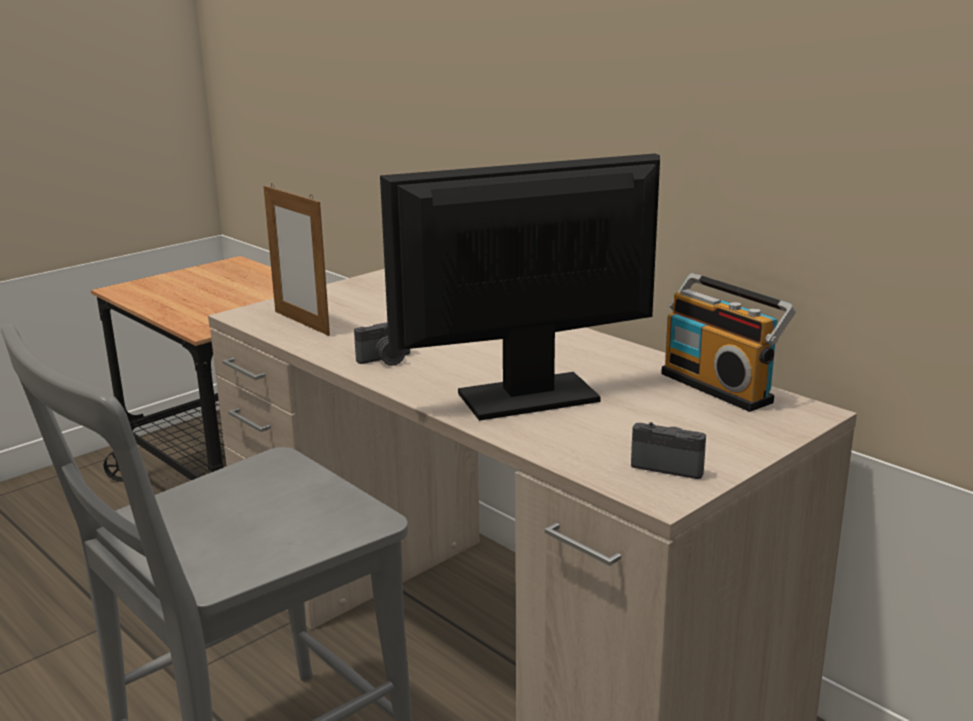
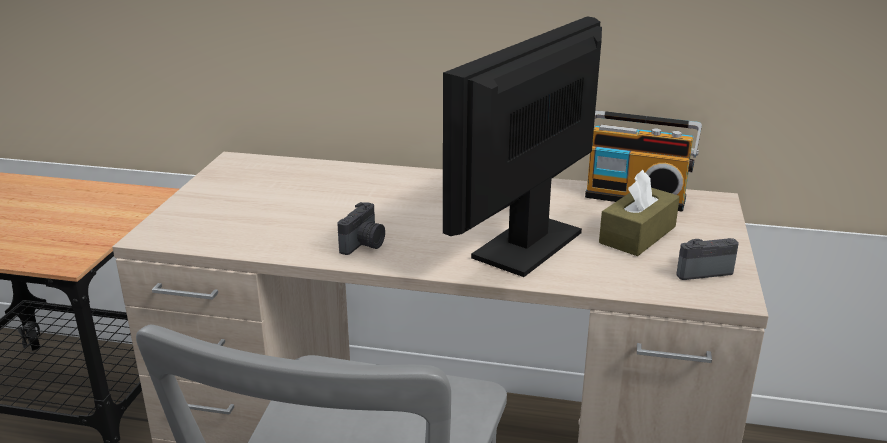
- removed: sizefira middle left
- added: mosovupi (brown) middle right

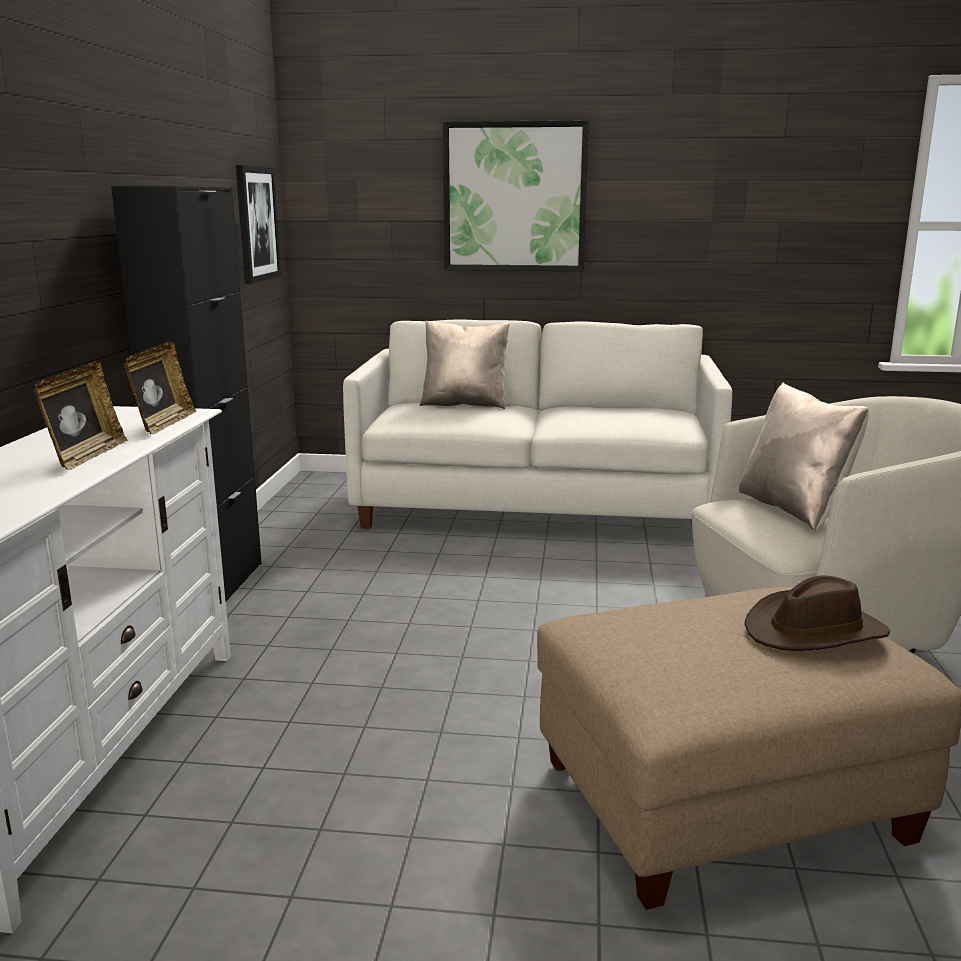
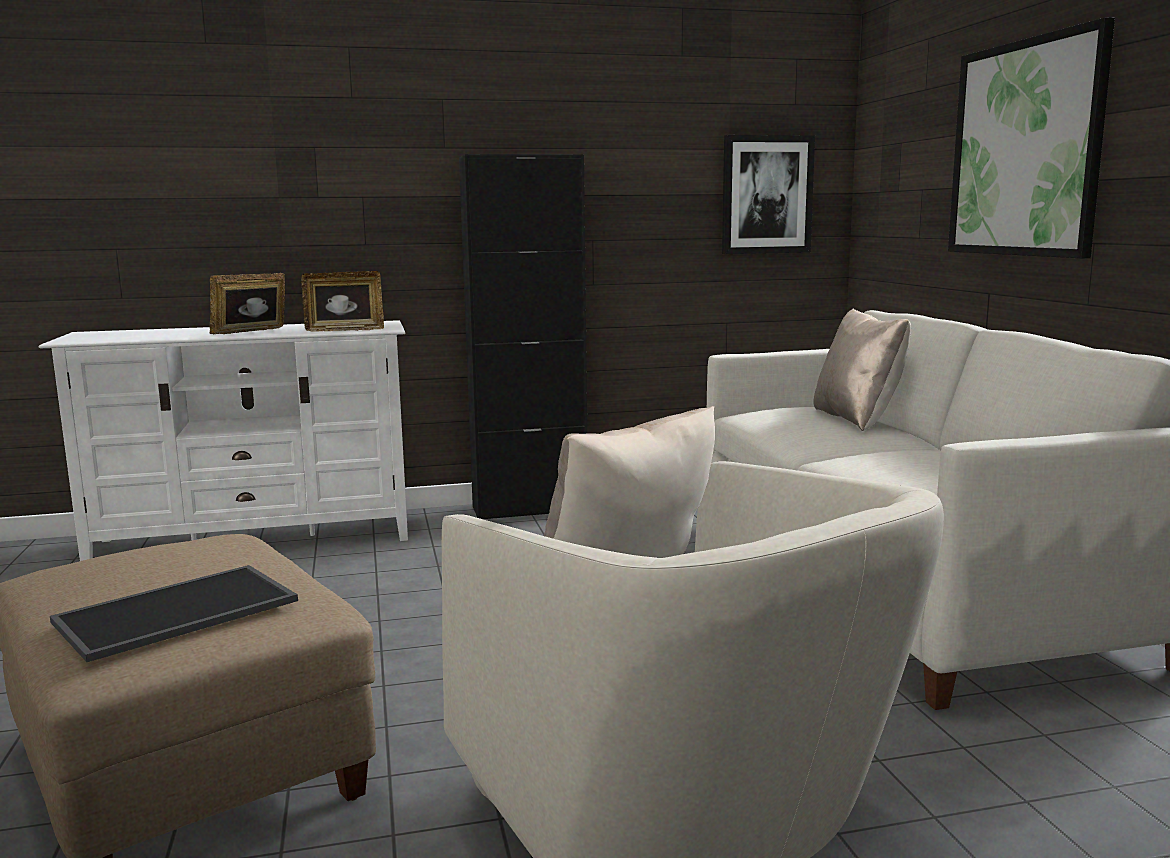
- turned: sizefira (1st from left) middle left = middle left 150 degrees clockwise
- replaced: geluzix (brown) middle right to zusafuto bottom left

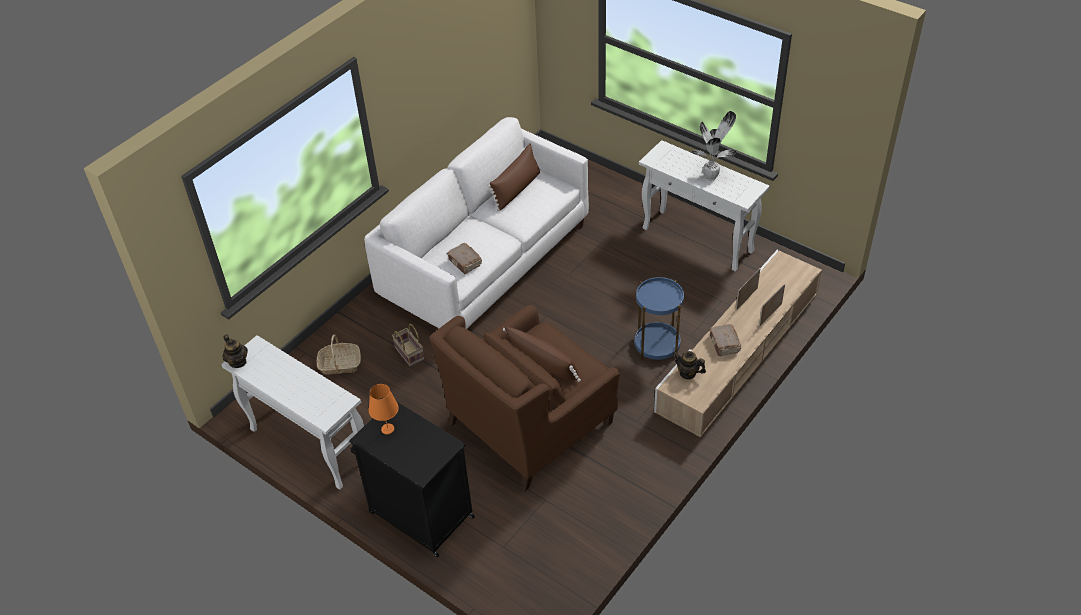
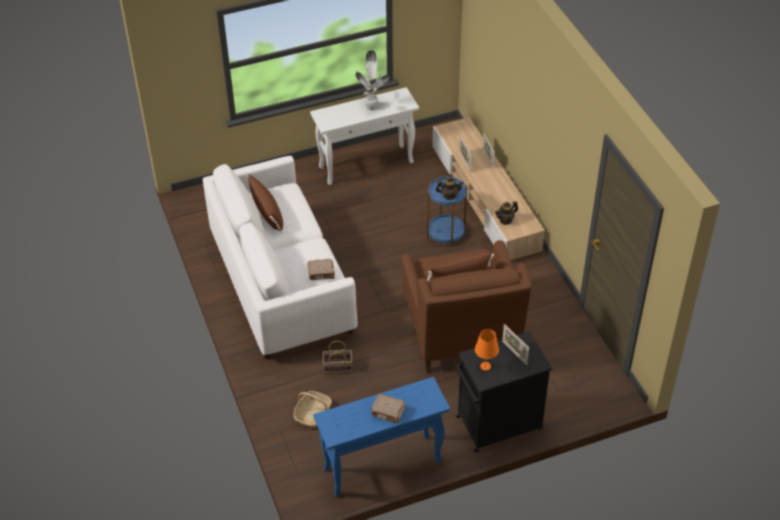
- recoloured: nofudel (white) (1st from left) bottom left to nofudel (blue) bottom centre
- moved: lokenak (1st from left) middle left to centre
- moved: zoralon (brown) (2nd from left) middle right to bottom centre
- added: sizefira (3rd from left) centre

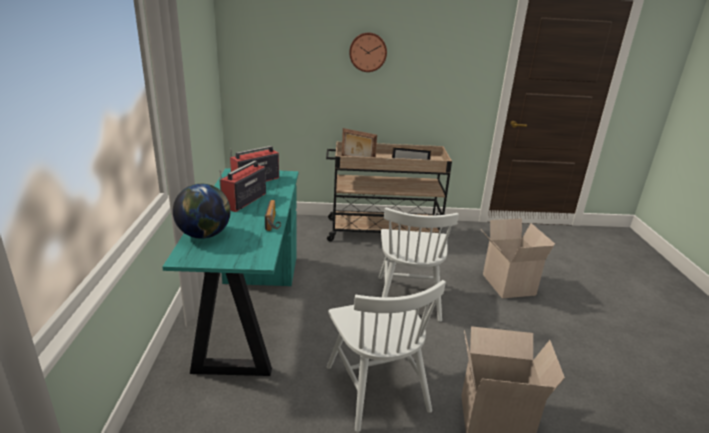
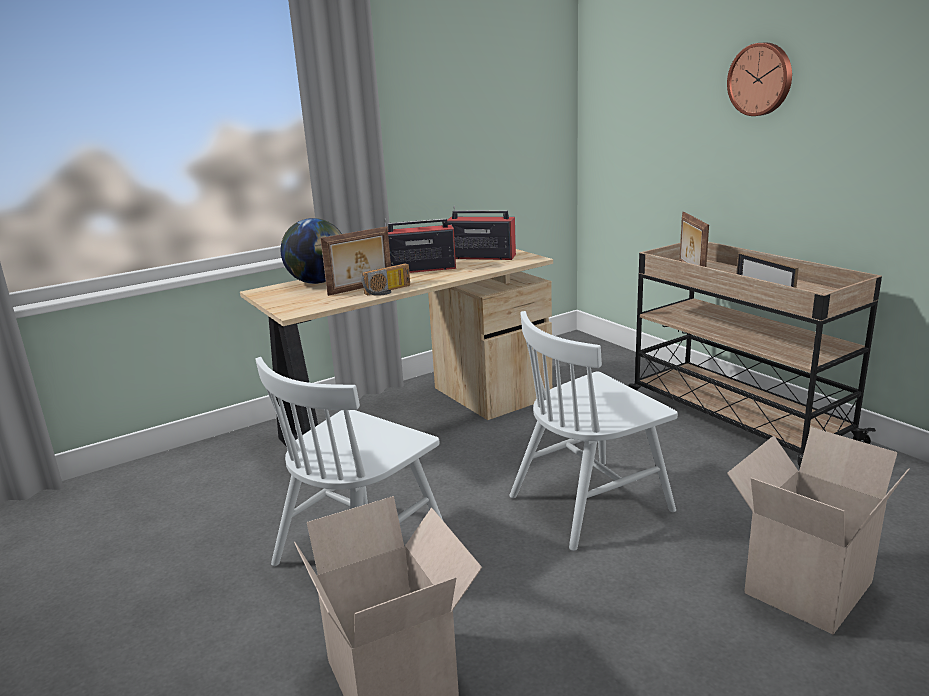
- recoloured: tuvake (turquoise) middle left to tuvake (beige) centre
- added: sizefira (1st from left) centre

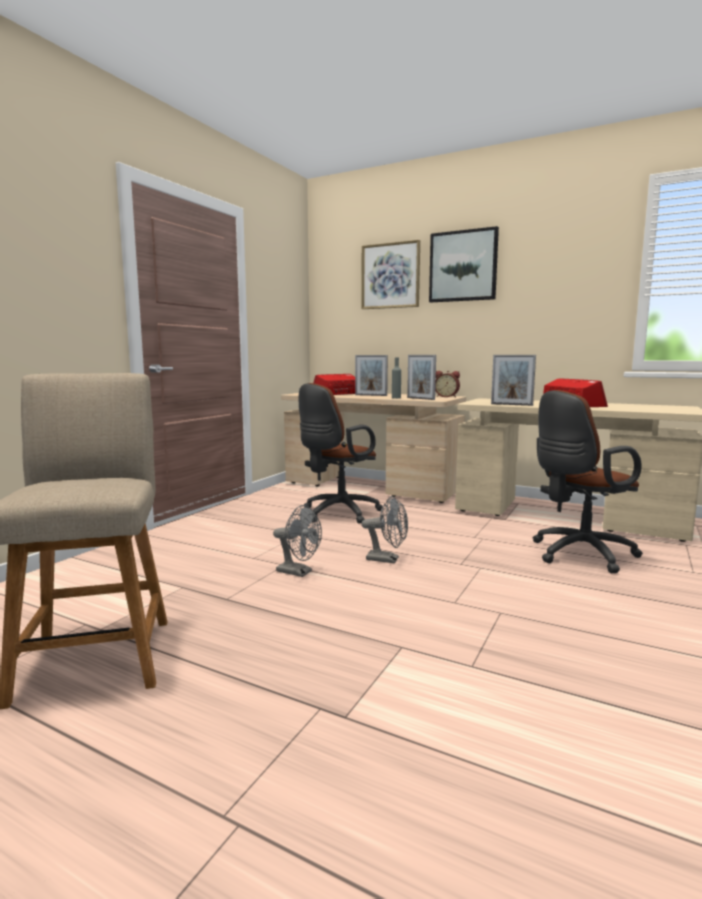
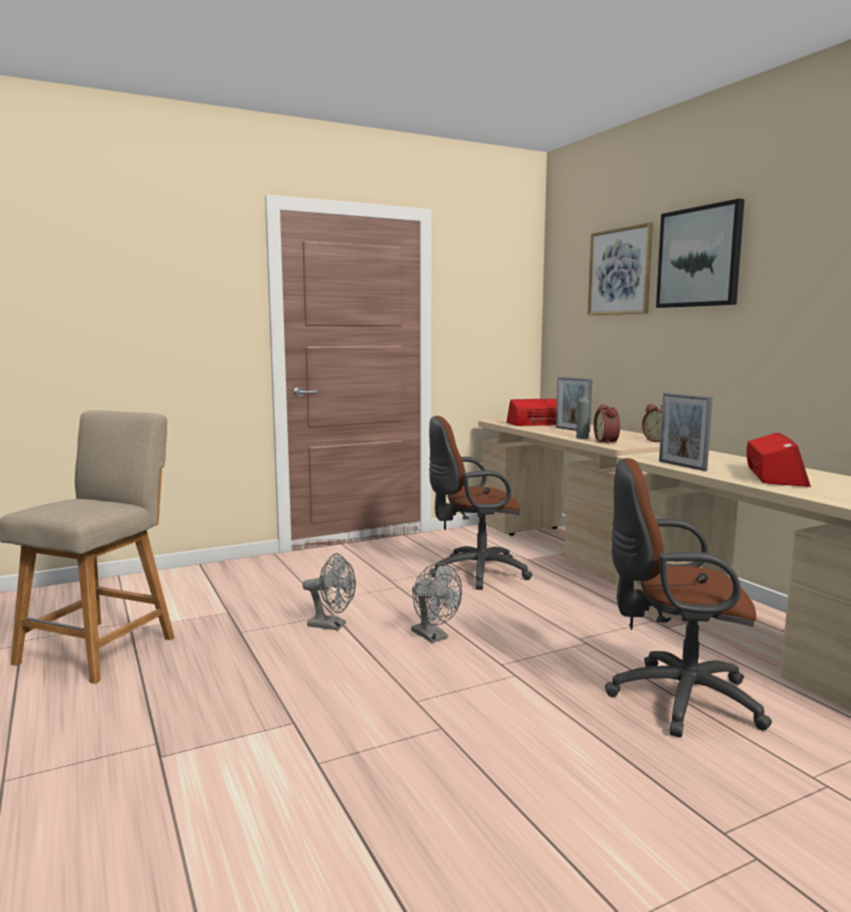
- turned: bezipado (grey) (1st from left) centre = centre 45 degrees counterclockwise
- replaced: sizefira (2nd from left) centre to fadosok (1st from left) middle right

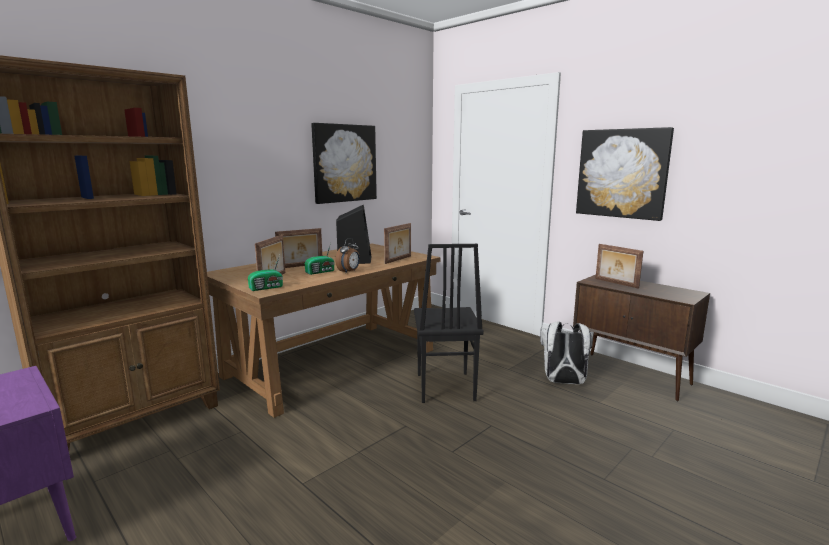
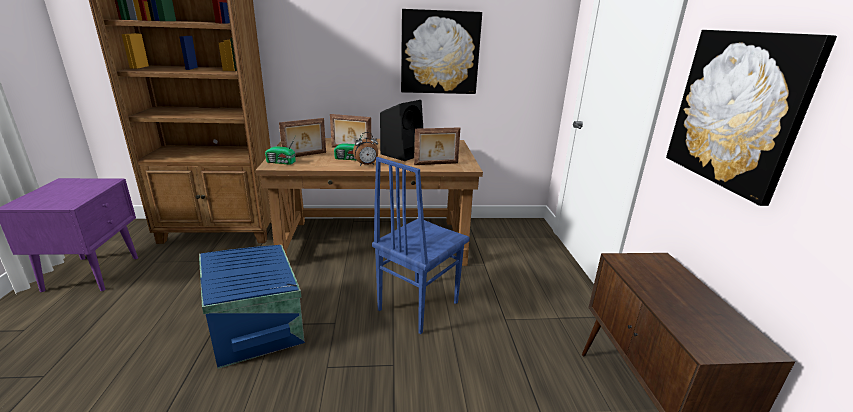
- recoloured: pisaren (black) centre to pisaren (blue) centre
- removed: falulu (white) middle right
- removed: sizefira (4th from left) middle right
- added: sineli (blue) bottom left

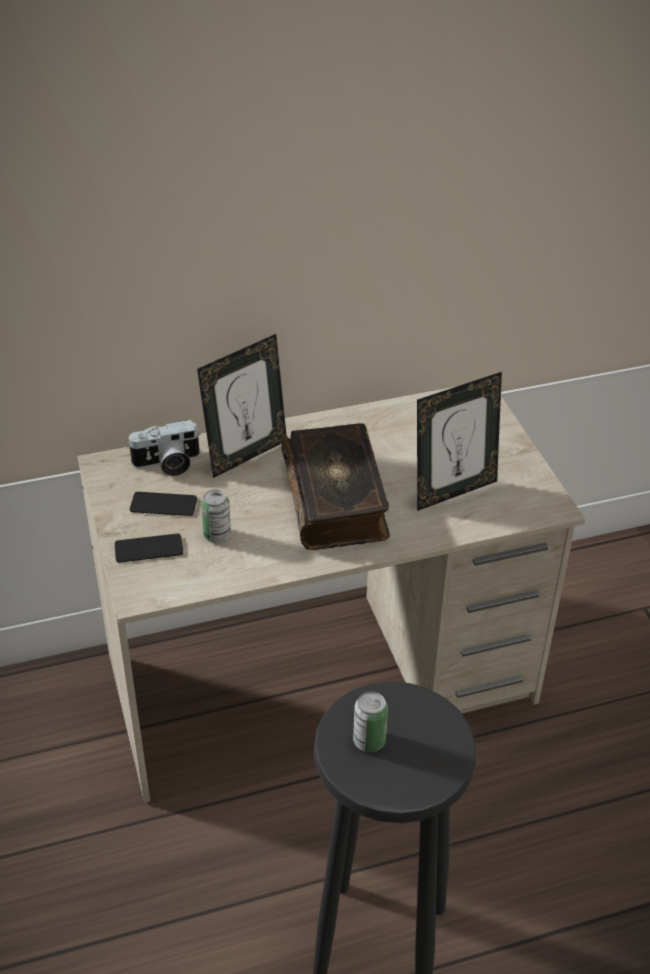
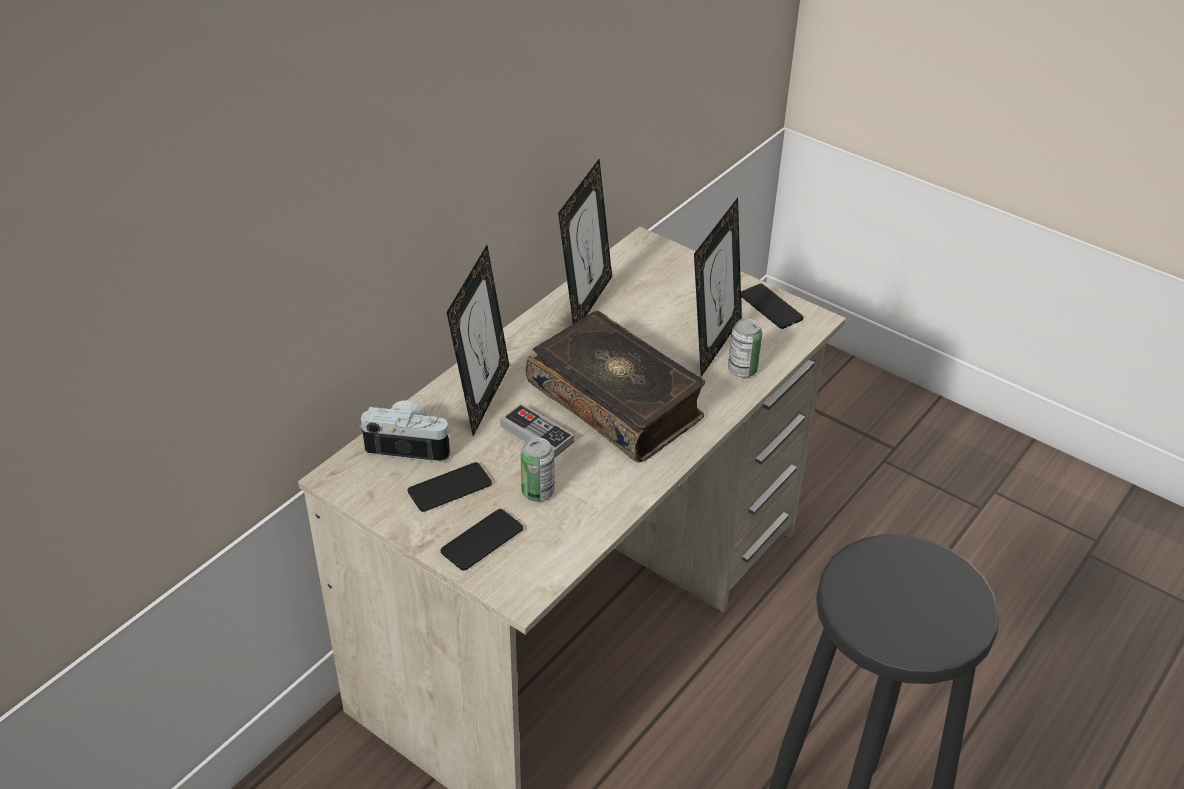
- turned: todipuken middle left = centre 120 degrees counterclockwise
- moved: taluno (2nd from left) bottom centre to centre
- added: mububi centre
- added: sizefira (2nd from left) top centre
- added: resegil (3rd from left) centre

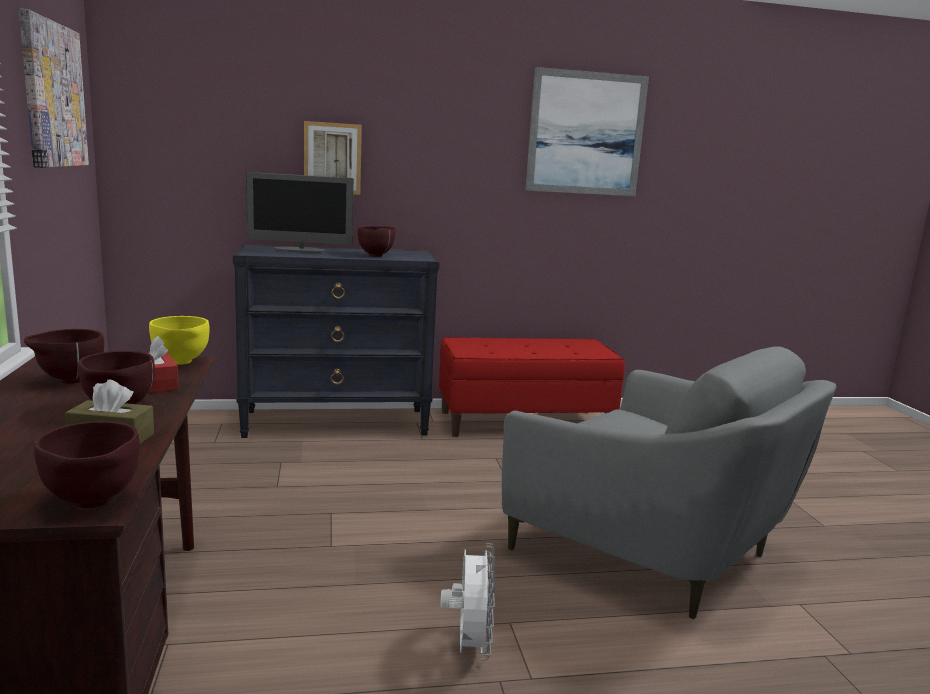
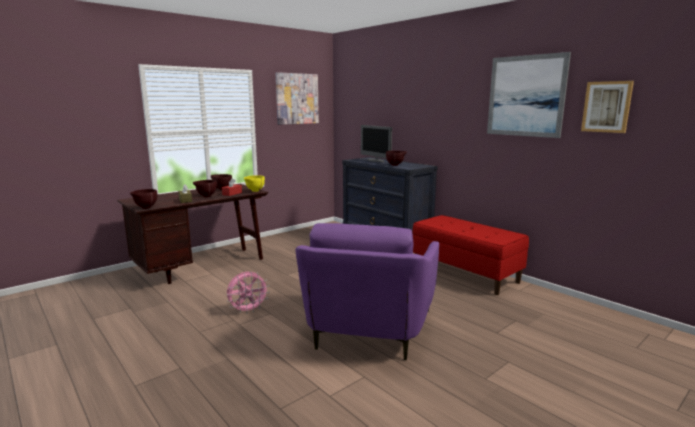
- moved: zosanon (2nd from left in the first image) top centre to zosanon (3rd from left) top right
- recoloured: bezipado (white) bottom centre to bezipado (pink) bottom centre
- recoloured: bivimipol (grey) bottom right to bivimipol (purple) bottom centre

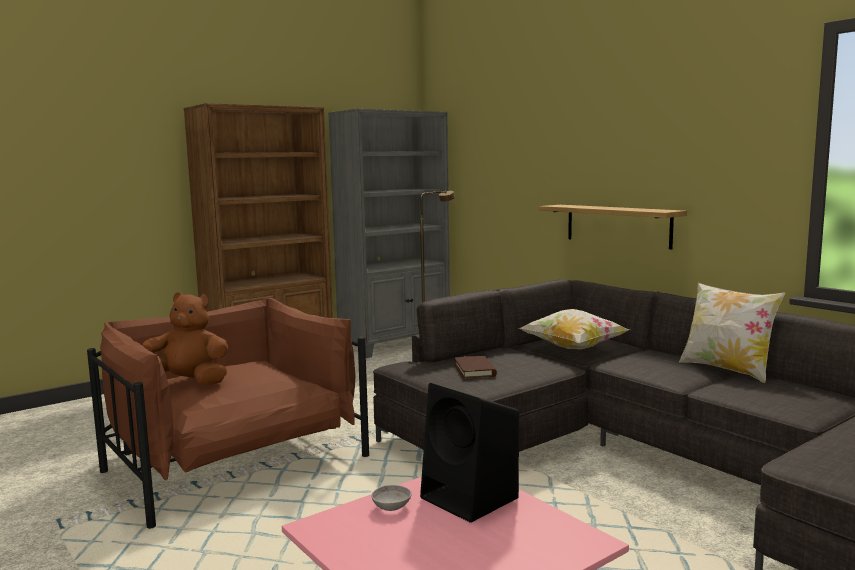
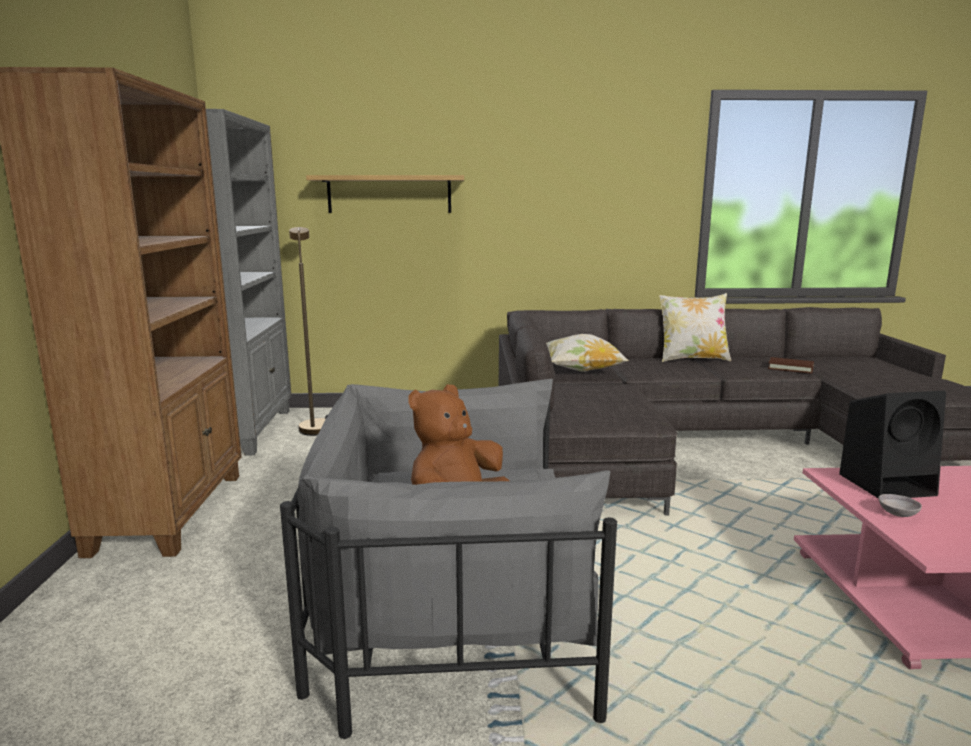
- recoloured: bivimipol (brown) bottom left to bivimipol (grey) bottom centre
- moved: zoralon (brown) centre to middle right
- moved: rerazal middle right to top centre

